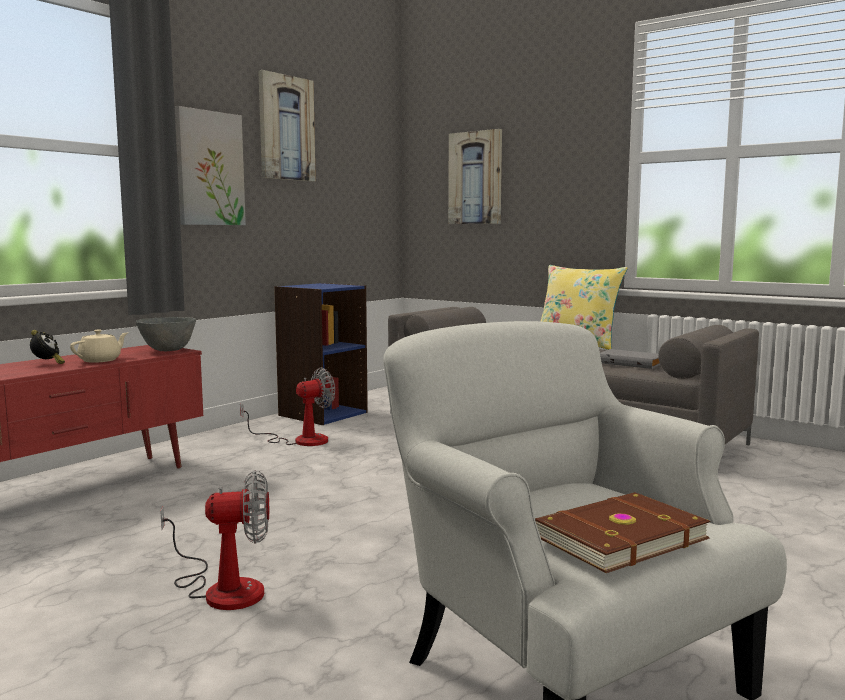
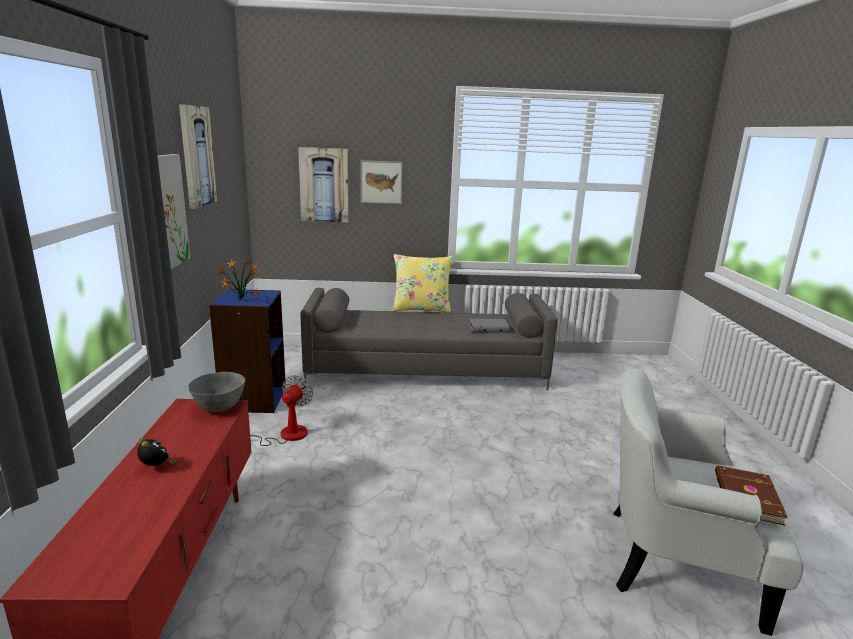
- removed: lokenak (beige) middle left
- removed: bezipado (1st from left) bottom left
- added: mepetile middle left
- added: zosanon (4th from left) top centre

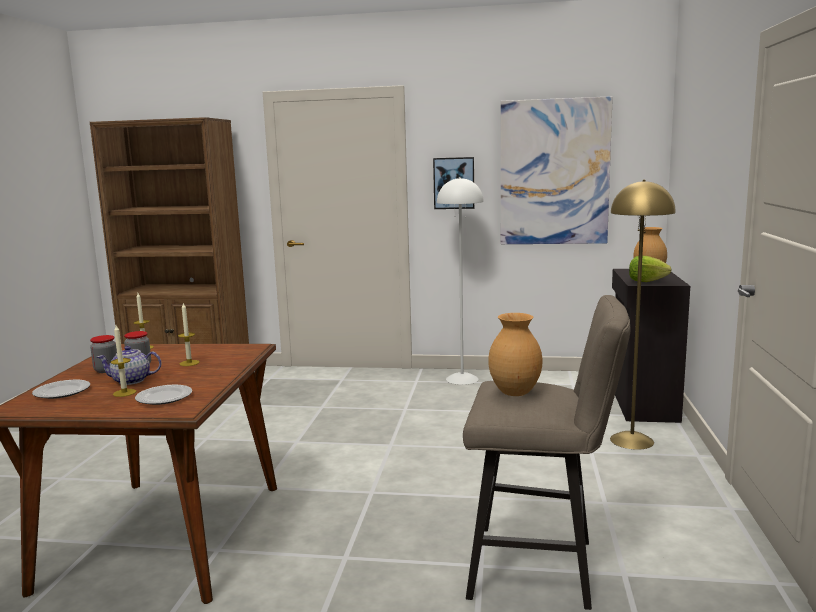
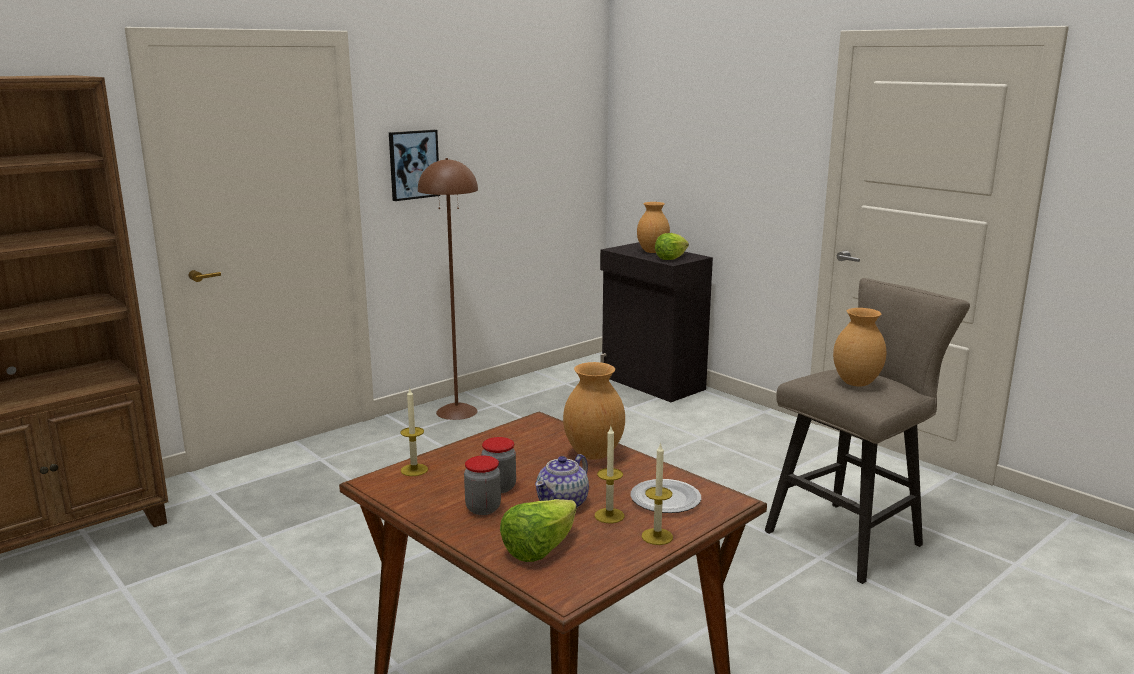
- replaced: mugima (1st from left) middle left to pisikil (1st from left) bottom centre
- moved: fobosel (3rd from left) middle left to bottom centre
- recoloured: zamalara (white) centre to zamalara (brown) centre
- removed: zosanon (2nd from left) top right
- removed: zamalara (yellow) middle right
- added: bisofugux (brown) (1st from left) centre

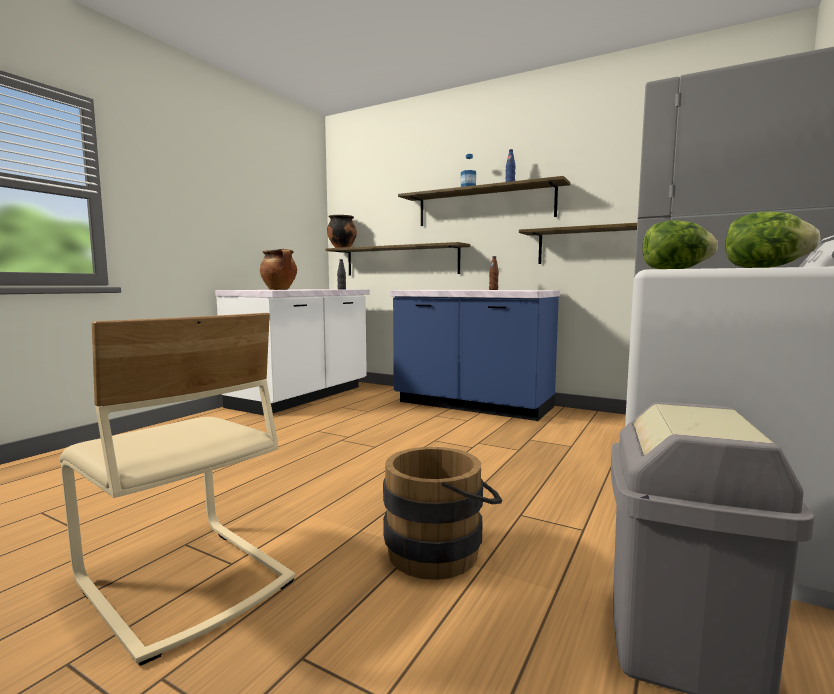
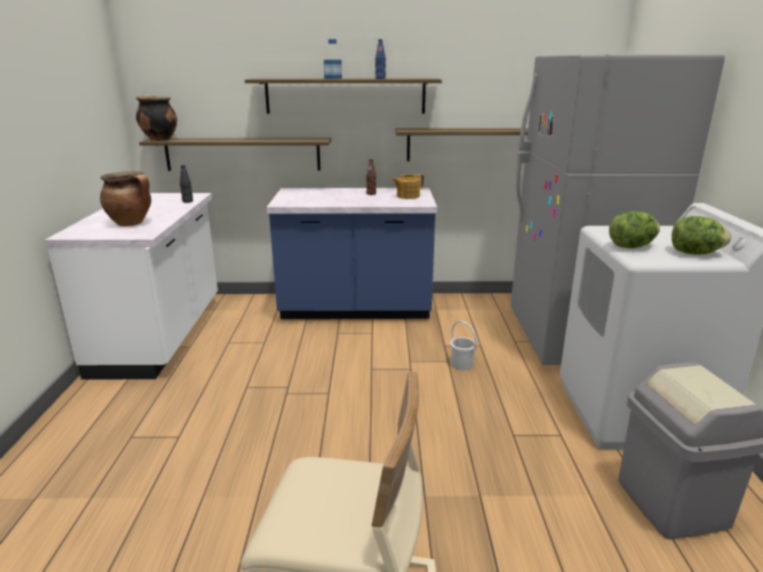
- removed: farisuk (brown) bottom centre
- added: lokenak top centre
- added: farisuk (white) centre

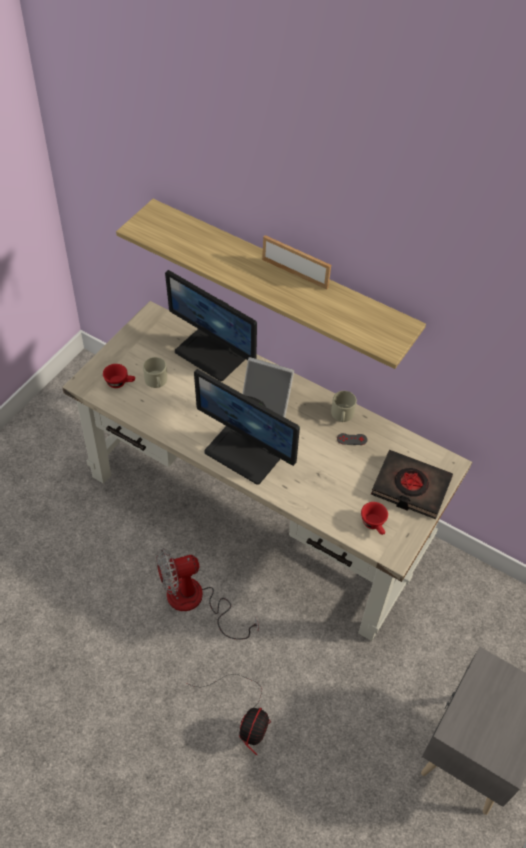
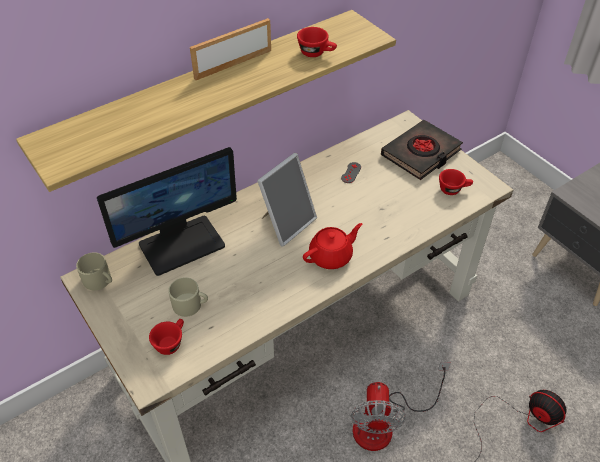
- replaced: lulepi (2nd from left) centre to lokenak (red) centre
- moved: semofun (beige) (2nd from left in the first image) centre to semofun (beige) (1st from left) middle left
- added: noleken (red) (2nd from left) top centre

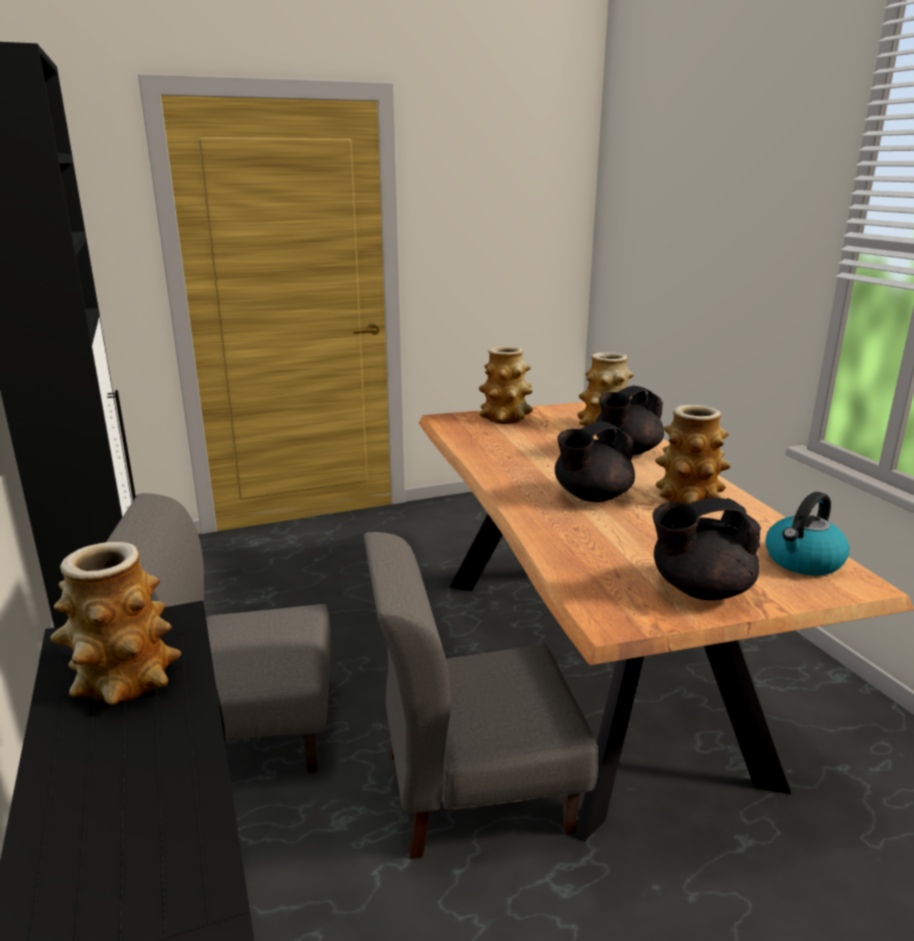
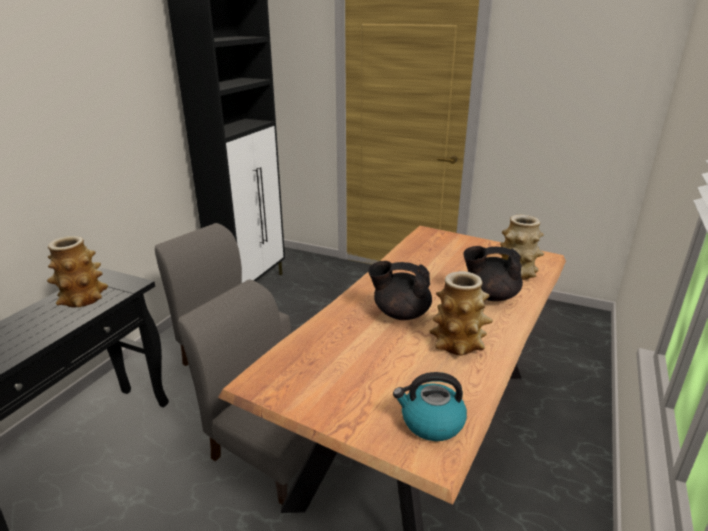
- removed: bisofugux (2nd from left) centre
- removed: lokenak (black) (3rd from left) middle right

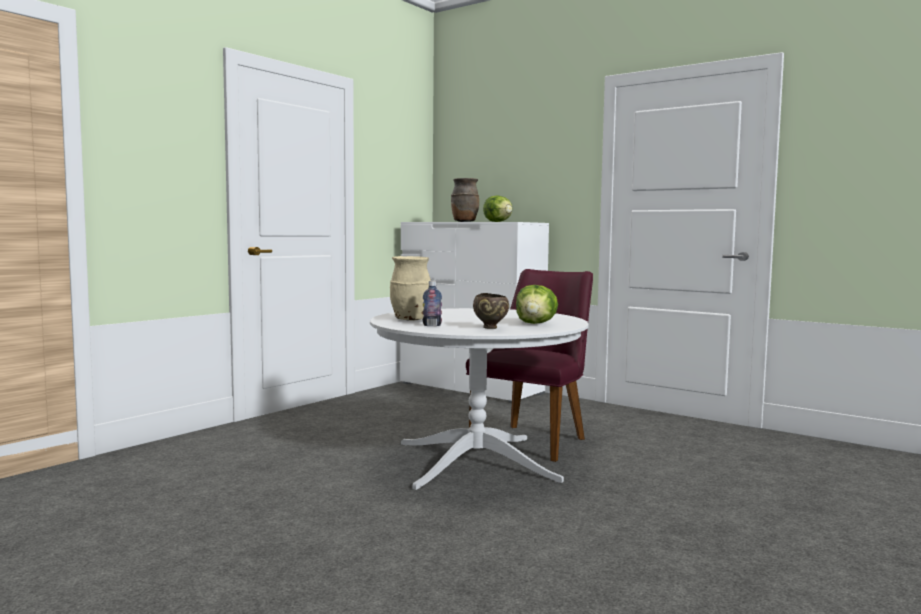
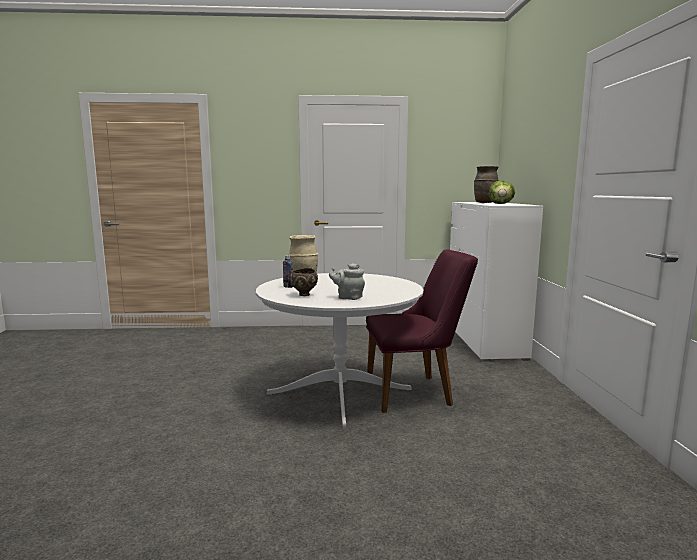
- replaced: pisikil (2nd from left) centre to lokenak (grey) centre

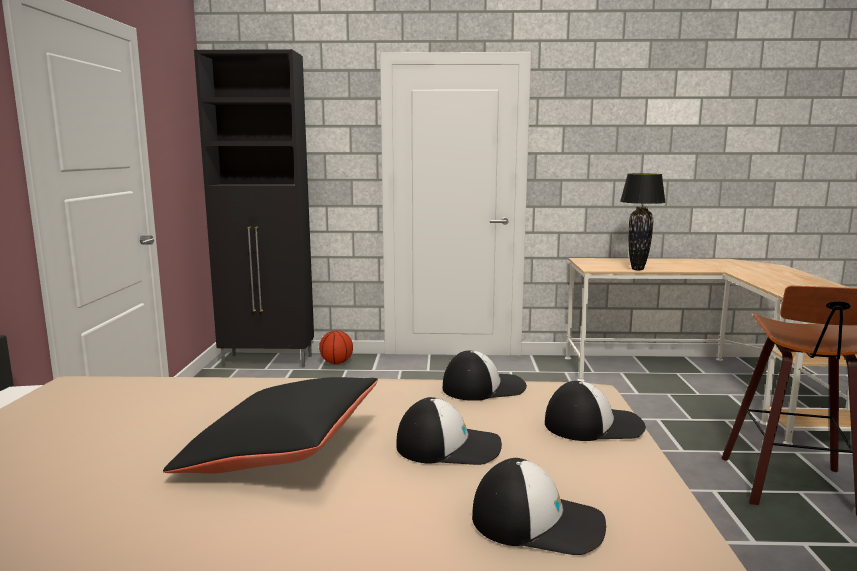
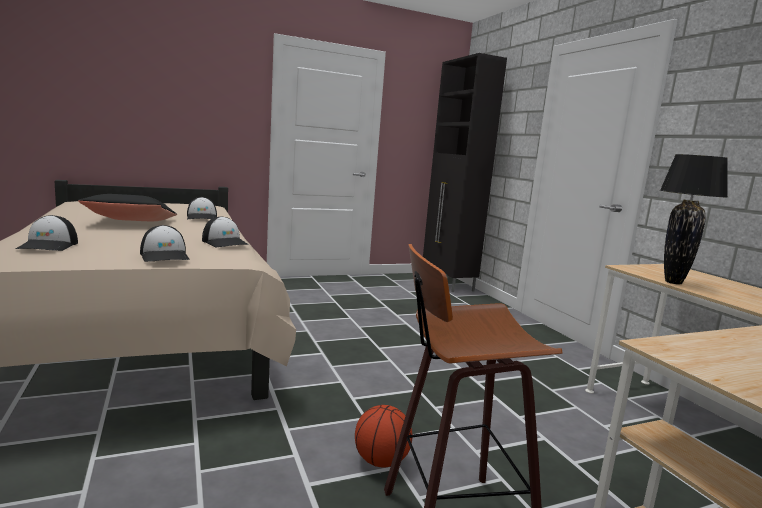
- moved: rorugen centre to bottom centre
- moved: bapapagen (1st from left in the first image) bottom centre to bapapagen (3rd from left) middle left

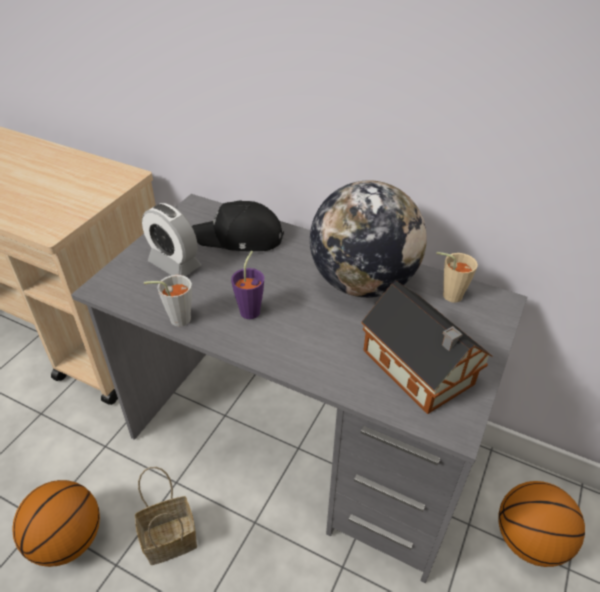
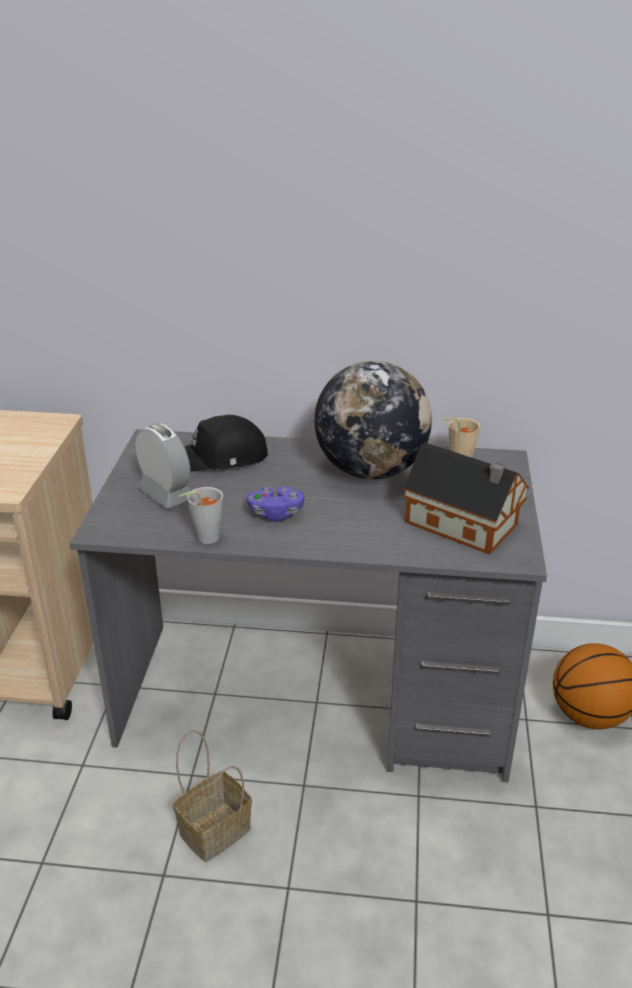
- removed: rorugen (1st from left) bottom left
- turned: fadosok middle left = middle left 150 degrees counterclockwise
- replaced: noleken (purple) centre to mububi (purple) centre

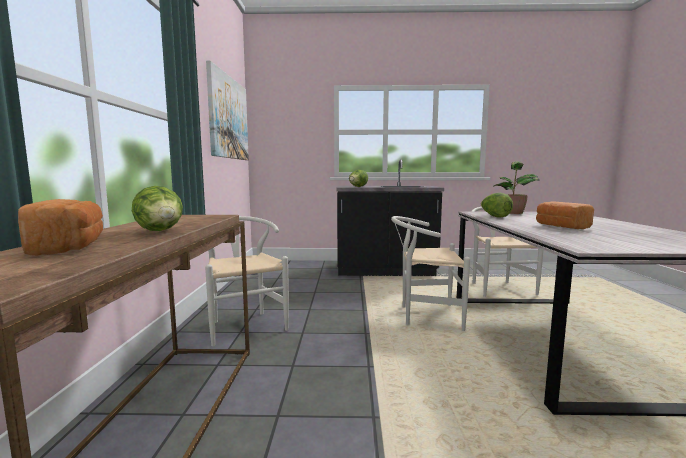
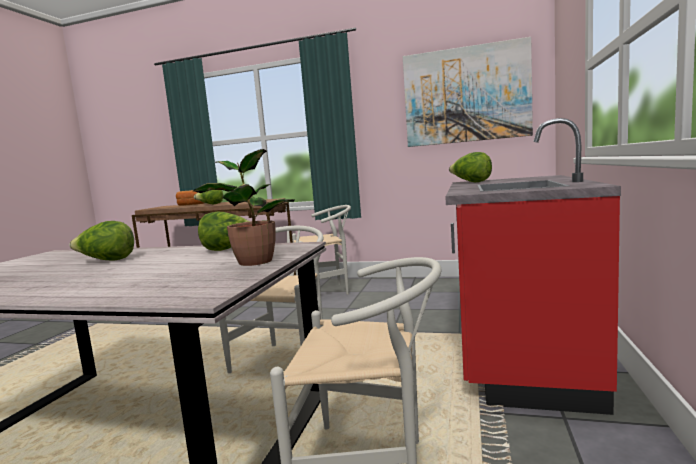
- recoloured: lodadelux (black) centre to lodadelux (red) middle right
- replaced: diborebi (2nd from left) middle right to pisikil (1st from left) middle left

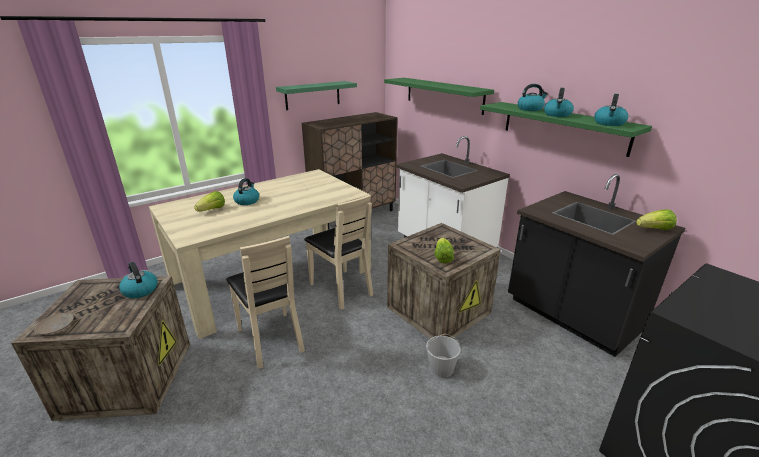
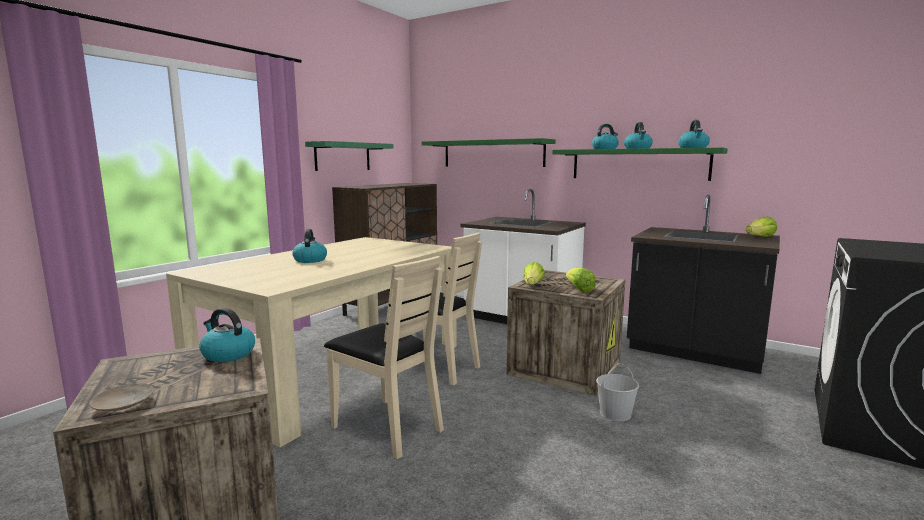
- moved: pisikil (1st from left) middle left to centre

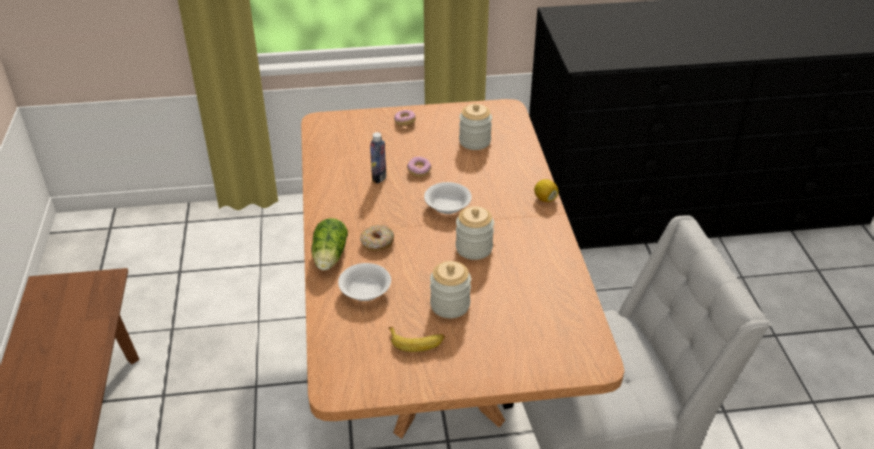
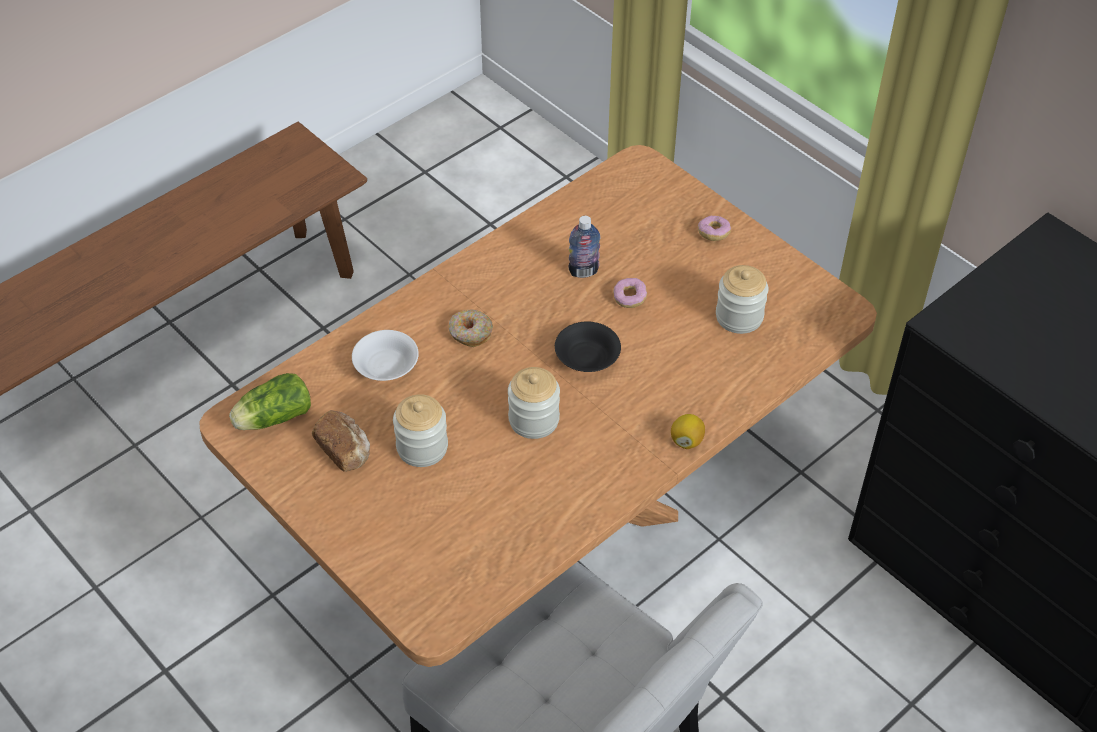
- moved: pisikil centre to middle left
- replaced: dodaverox bottom centre to diborebi middle left
- recoloured: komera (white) (2nd from left) centre to komera (black) centre

